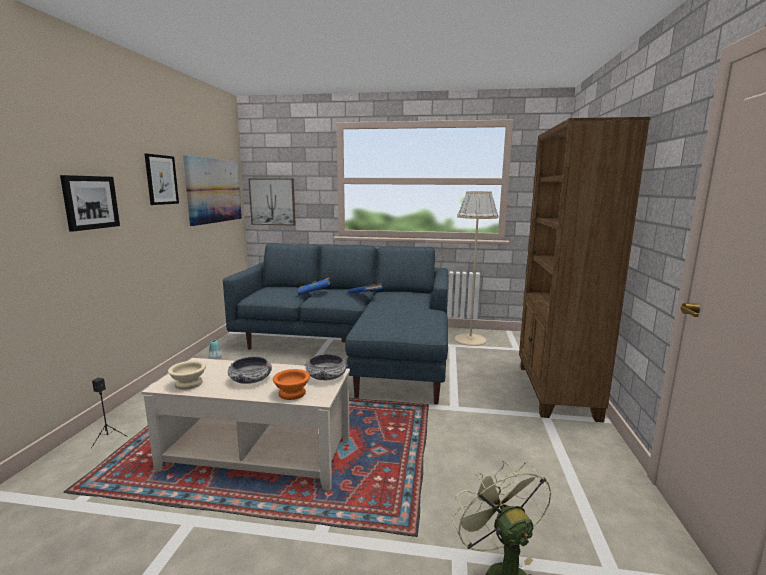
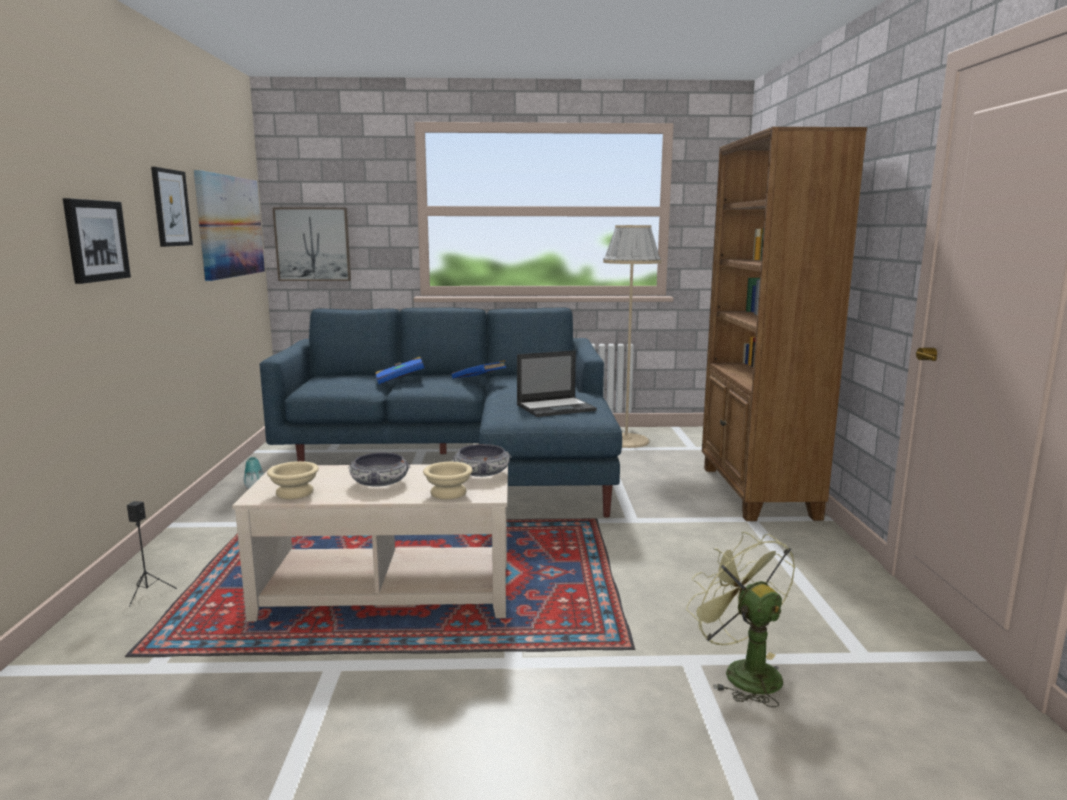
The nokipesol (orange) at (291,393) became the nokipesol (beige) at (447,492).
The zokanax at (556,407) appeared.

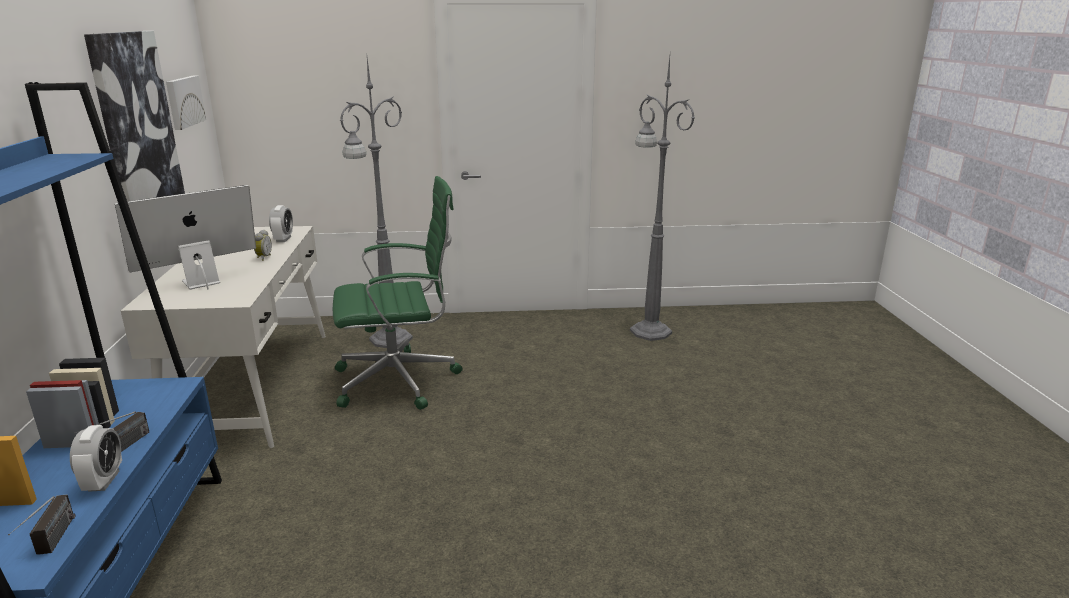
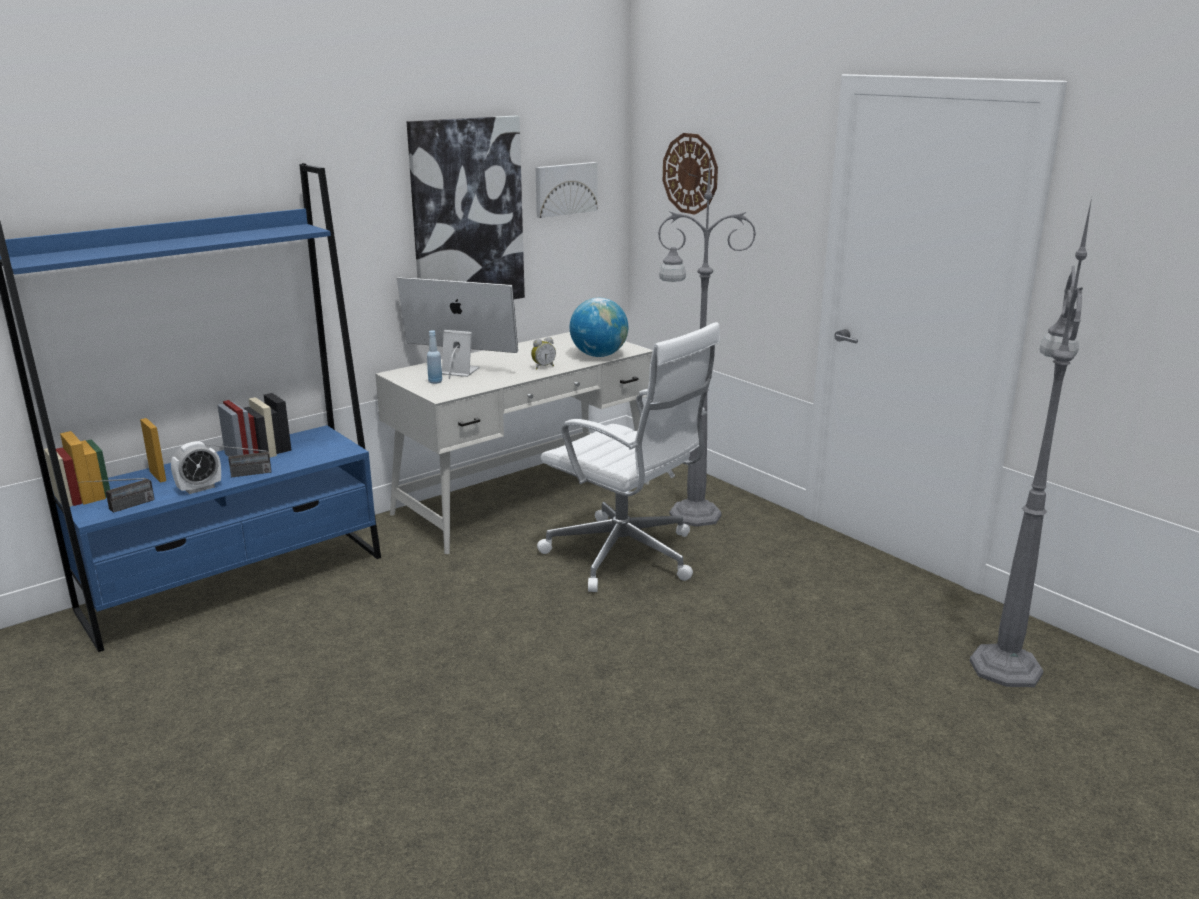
The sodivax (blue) at (435,382) appeared.
The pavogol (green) at (400,380) became the pavogol (white) at (626,556).
The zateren at (283,239) was replaced by the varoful at (599,355).
The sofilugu at (690,173) appeared.

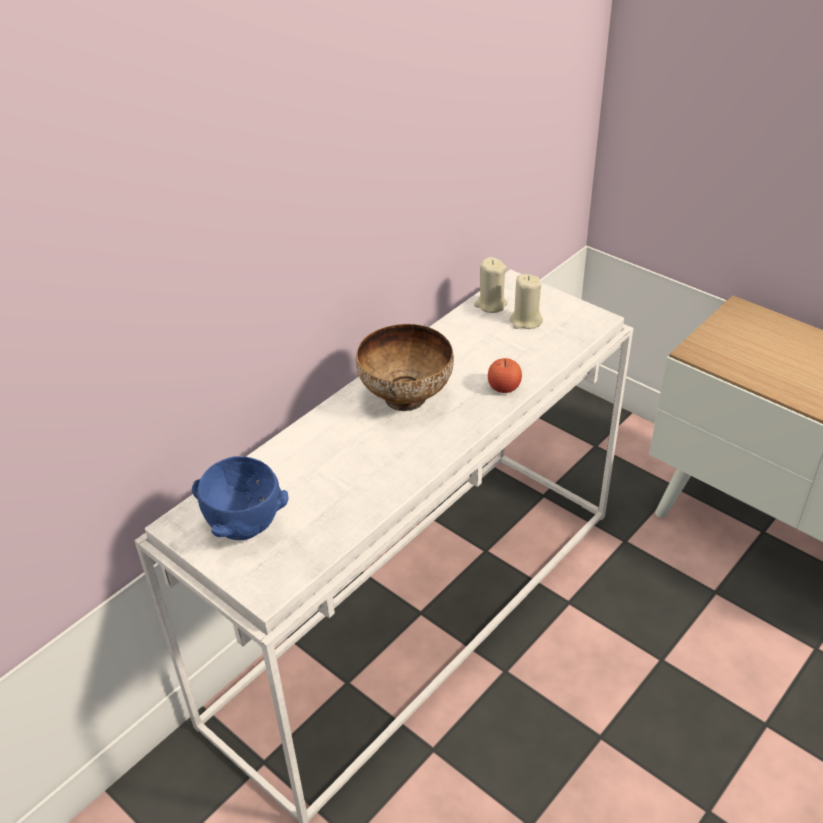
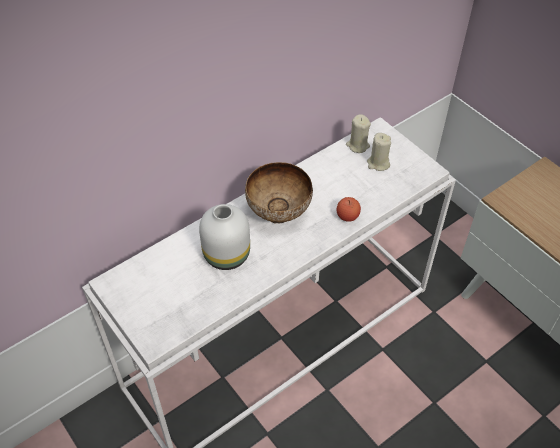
The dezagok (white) at (228,256) appeared.
The nokipesol (blue) at (244,529) disappeared.

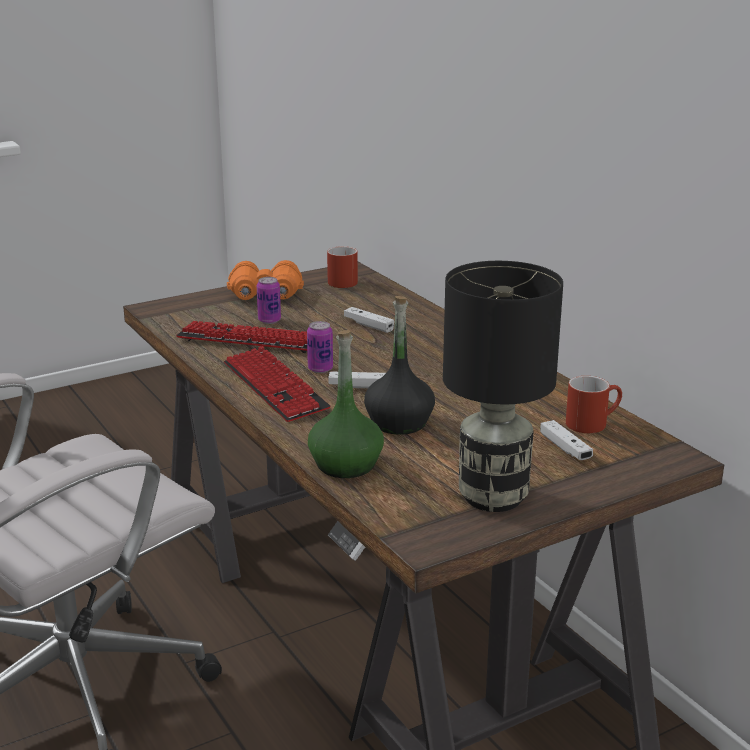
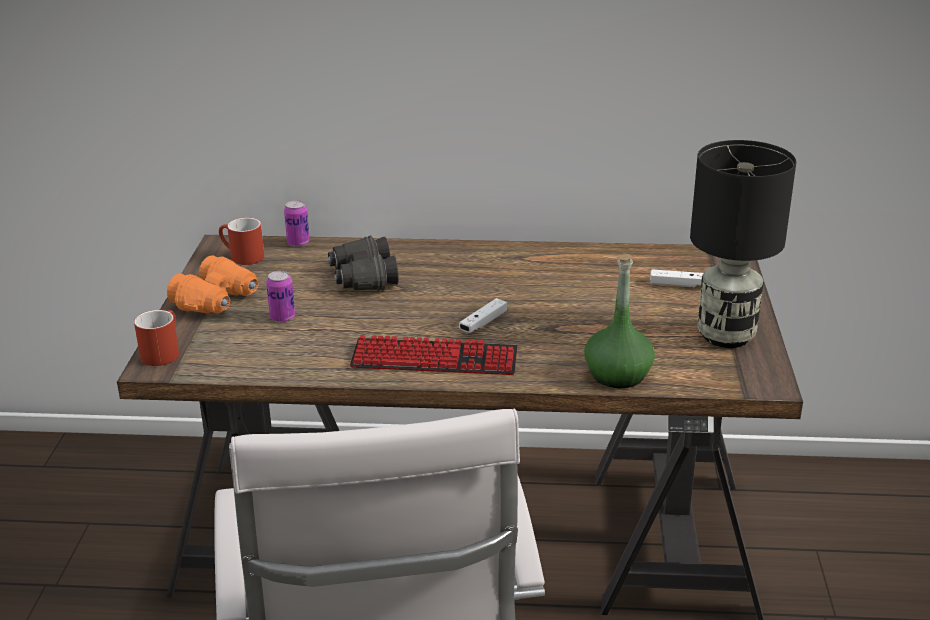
The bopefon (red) moved from (592,422) to (162,352).
The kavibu moved from (320,369) to (298,243).
The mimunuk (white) at (368,325) was replaced by the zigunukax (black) at (363,278).
The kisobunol at (251,340) disappeared.
The sodivax (black) at (399,423) disappeared.

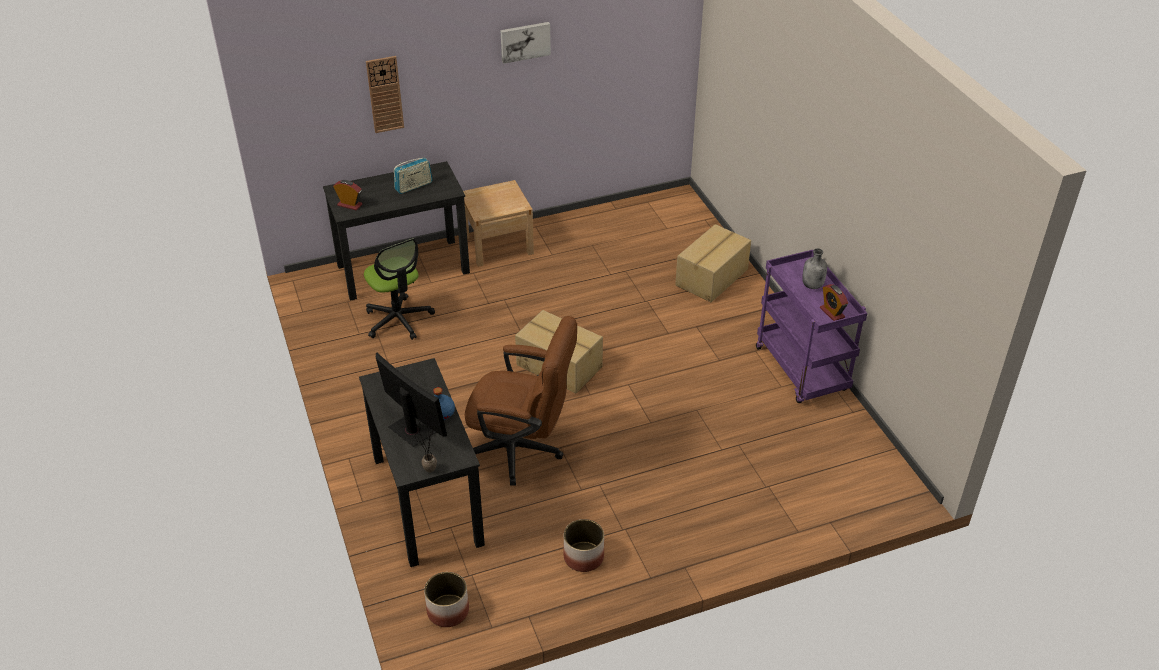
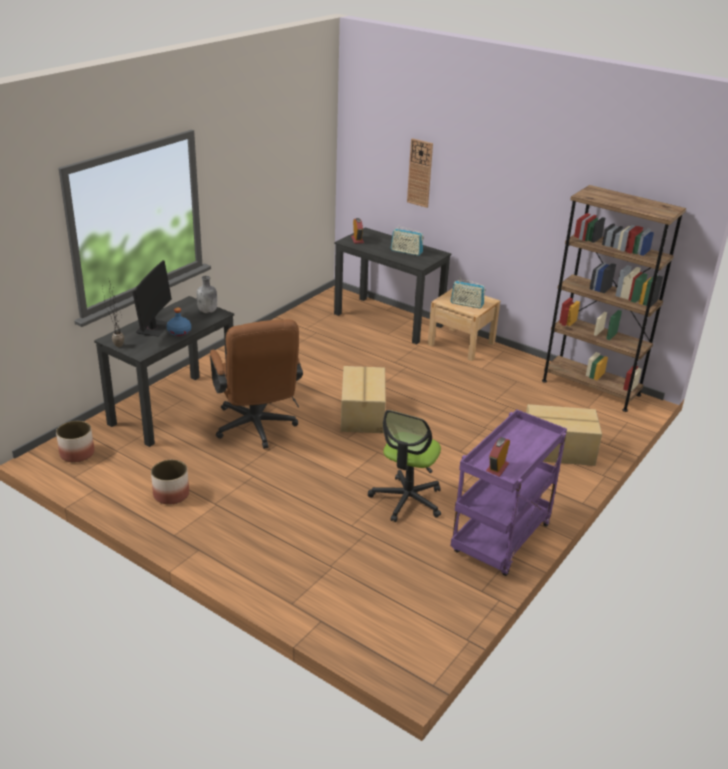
The sodivax (grey) moved from (813,285) to (208,311).
The pavogol moved from (398,320) to (407,500).
The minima at (467,304) appeared.
The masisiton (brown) at (591,388) appeared.
The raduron at (525,41) disappeared.

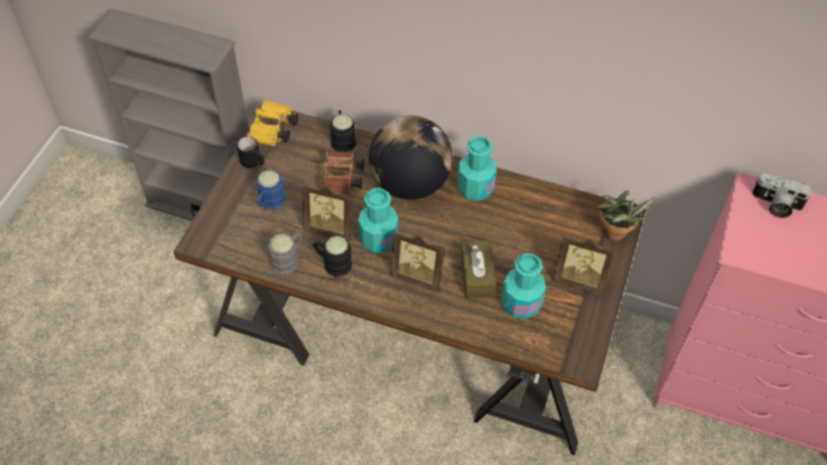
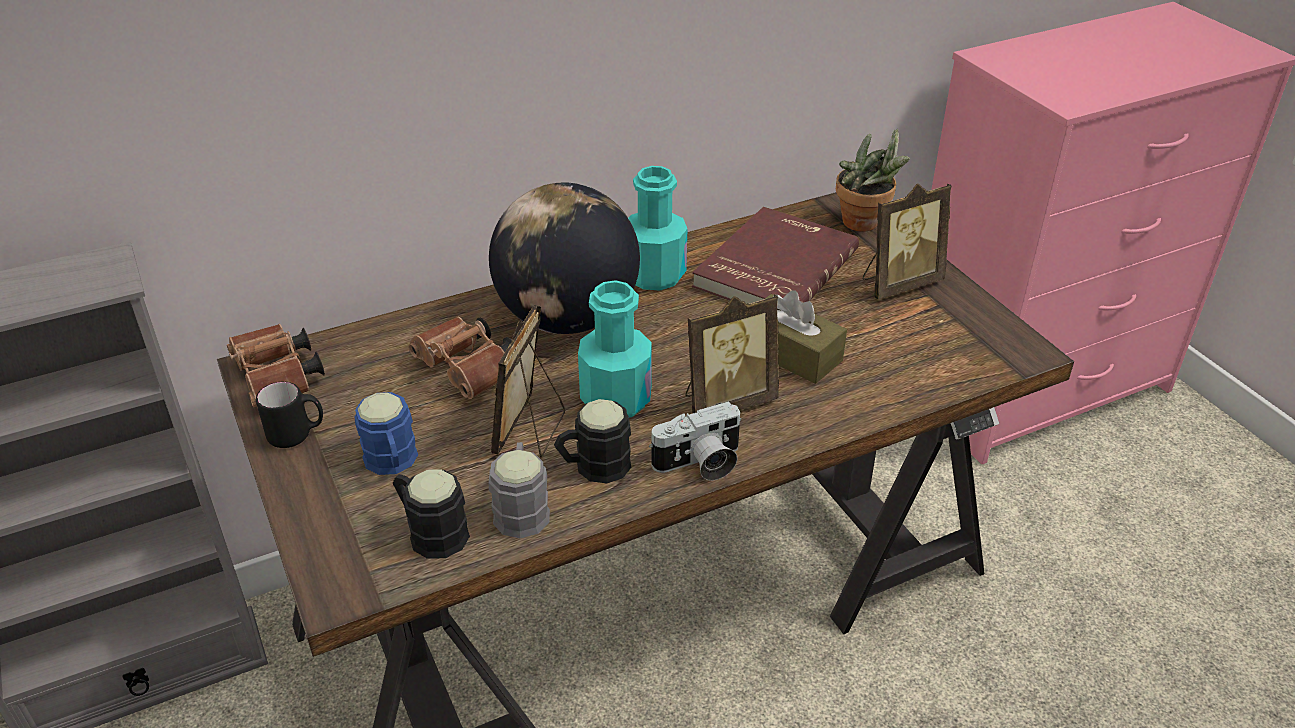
The zigunukax (yellow) at (273,131) became the zigunukax (brown) at (278,381).
The bopefon (black) moved from (342,138) to (431,531).
The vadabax at (331,228) turned 135 degrees clockwise.
The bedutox moved from (776,205) to (700,464).
The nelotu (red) at (773,268) appeared.
The sodivax (turquoise) at (521,303) disappeared.

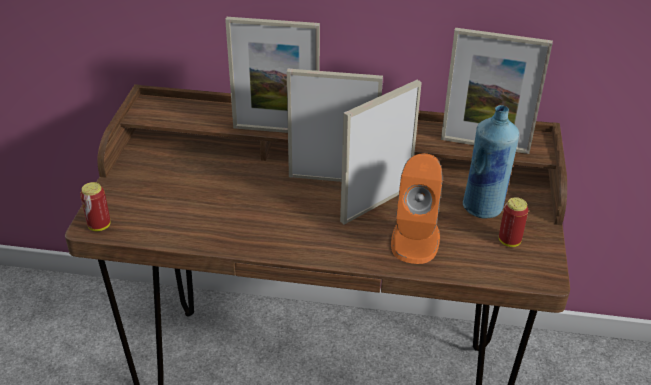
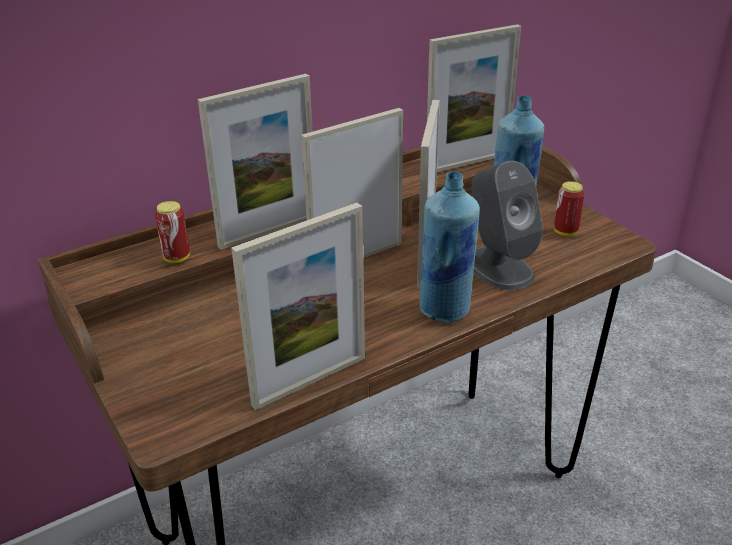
The kavibu moved from (99,226) to (177,258).
The vadabax at (310,381) appeared.
The sodivax (blue) at (445,310) appeared.
The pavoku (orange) at (415,239) became the pavoku (grey) at (498,268).

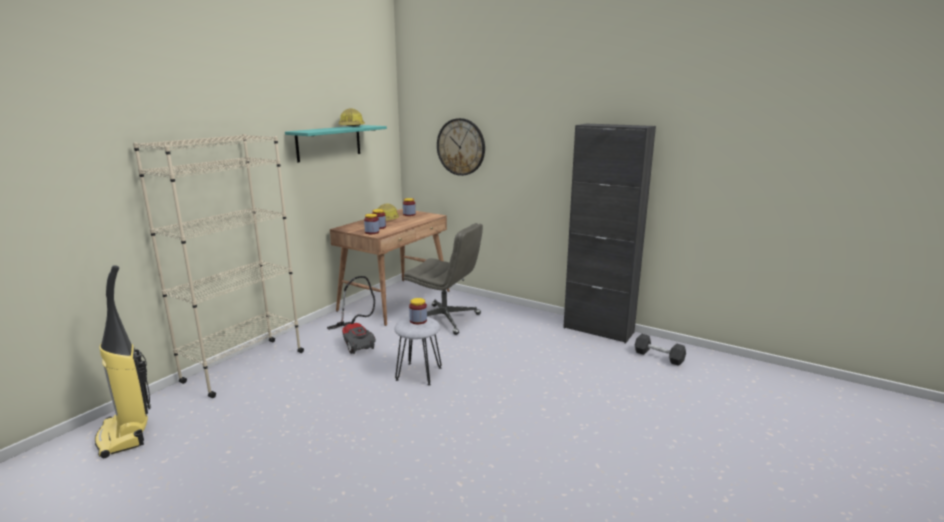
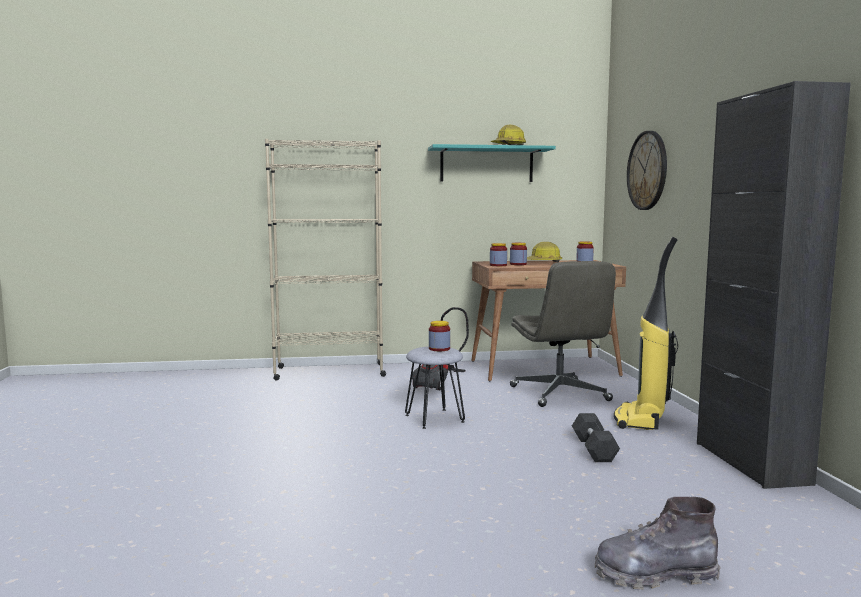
The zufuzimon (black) moved from (658,357) to (594,449).
The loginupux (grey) at (654,574) appeared.
The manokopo moved from (126,435) to (641,420).

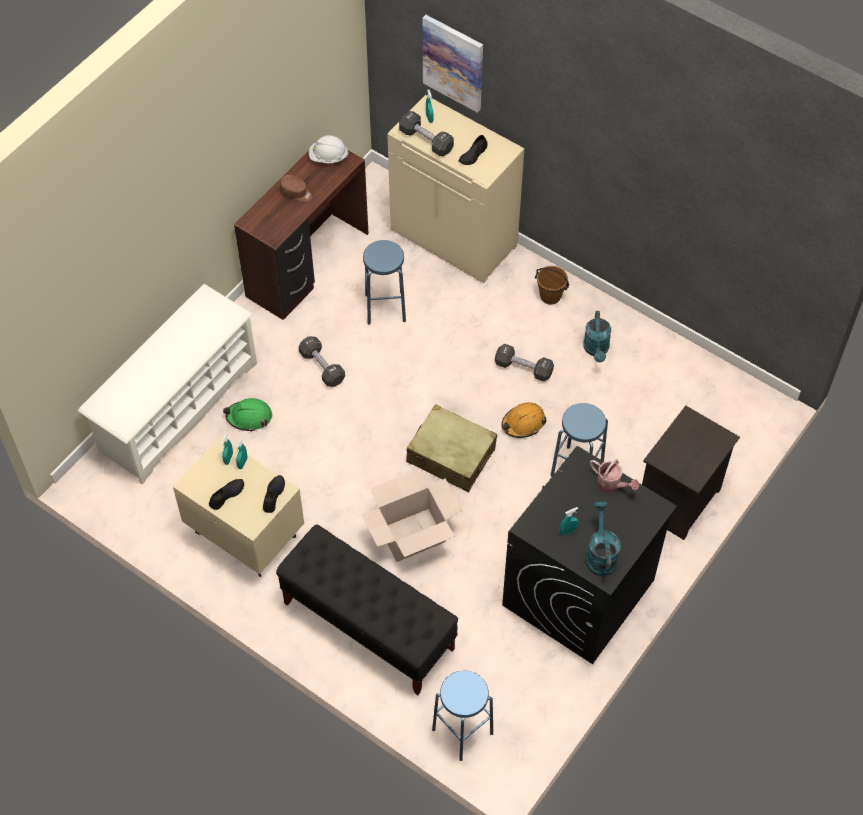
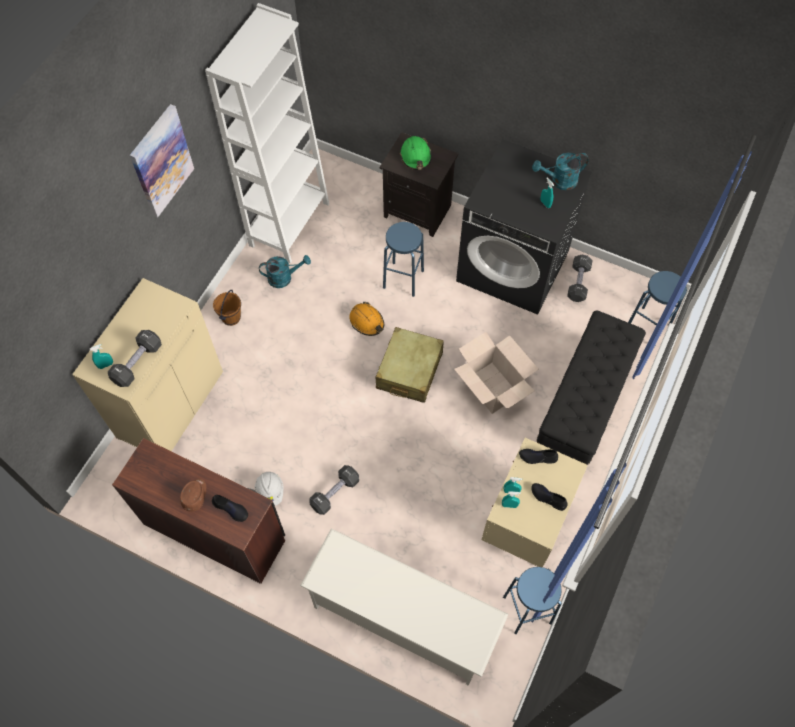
The raduron moved from (453,62) to (161,161).
The masisiton (white) at (289,224) appeared.
The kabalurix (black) moved from (473,155) to (231,509).
The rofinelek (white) moved from (328,157) to (270,491).
The rofinelek (green) moved from (249,417) to (416,157).
The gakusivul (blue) moved from (385,308) to (527,610).
The zufuzimon (black) moved from (523,368) to (578,283).
The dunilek at (611,484) disappeared.

